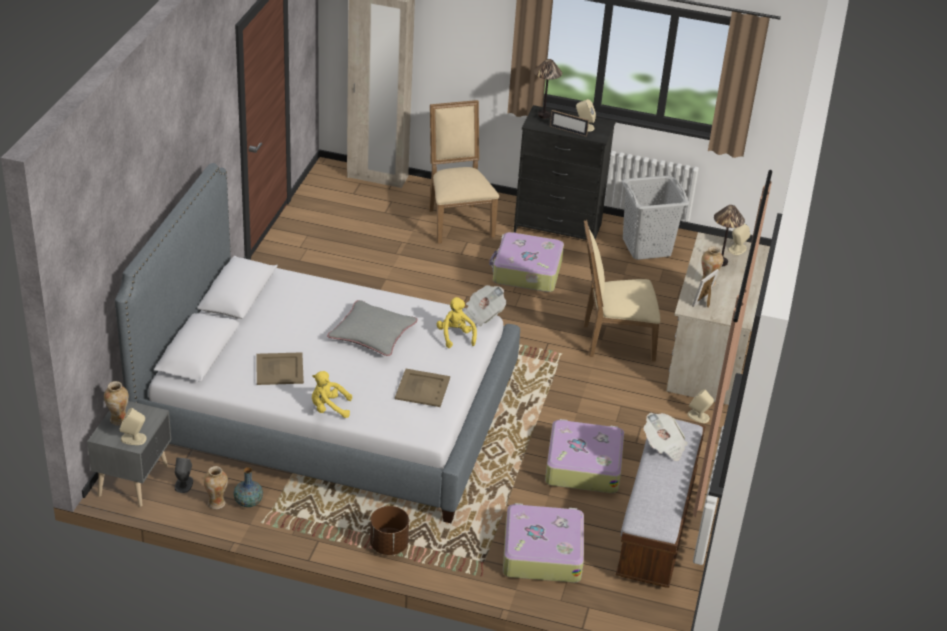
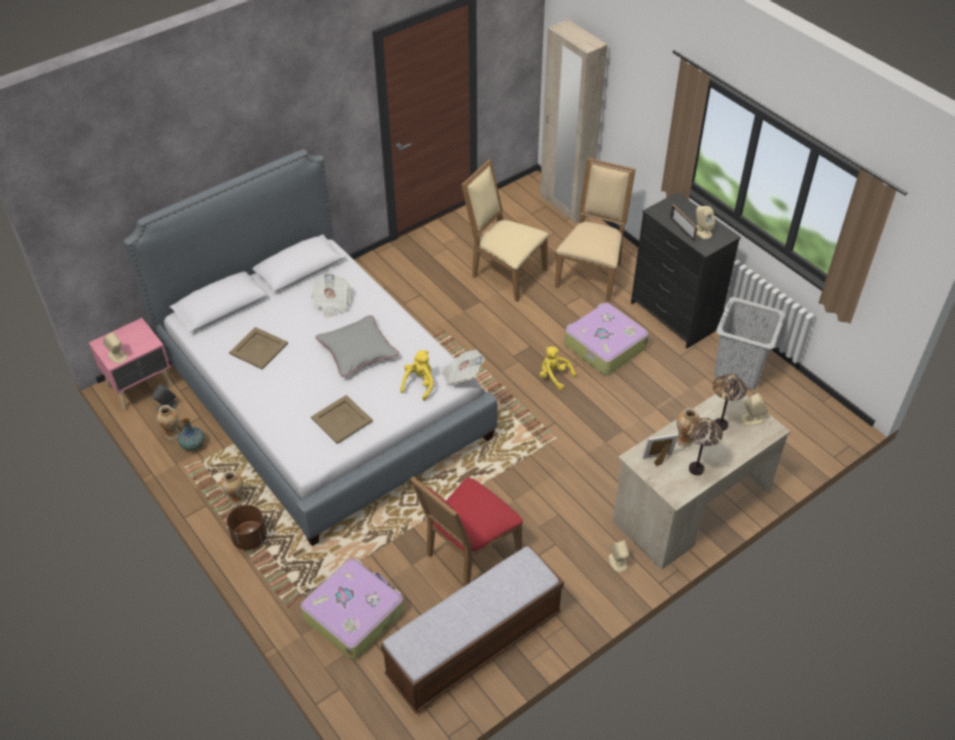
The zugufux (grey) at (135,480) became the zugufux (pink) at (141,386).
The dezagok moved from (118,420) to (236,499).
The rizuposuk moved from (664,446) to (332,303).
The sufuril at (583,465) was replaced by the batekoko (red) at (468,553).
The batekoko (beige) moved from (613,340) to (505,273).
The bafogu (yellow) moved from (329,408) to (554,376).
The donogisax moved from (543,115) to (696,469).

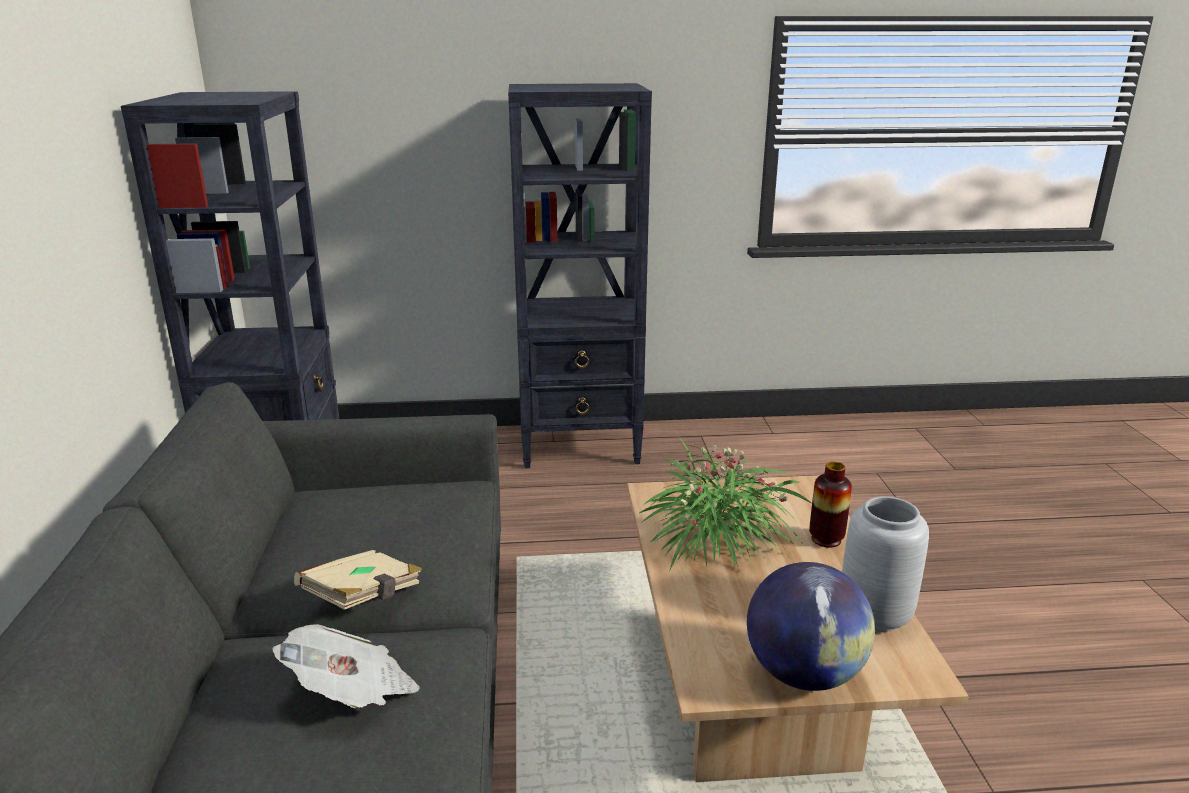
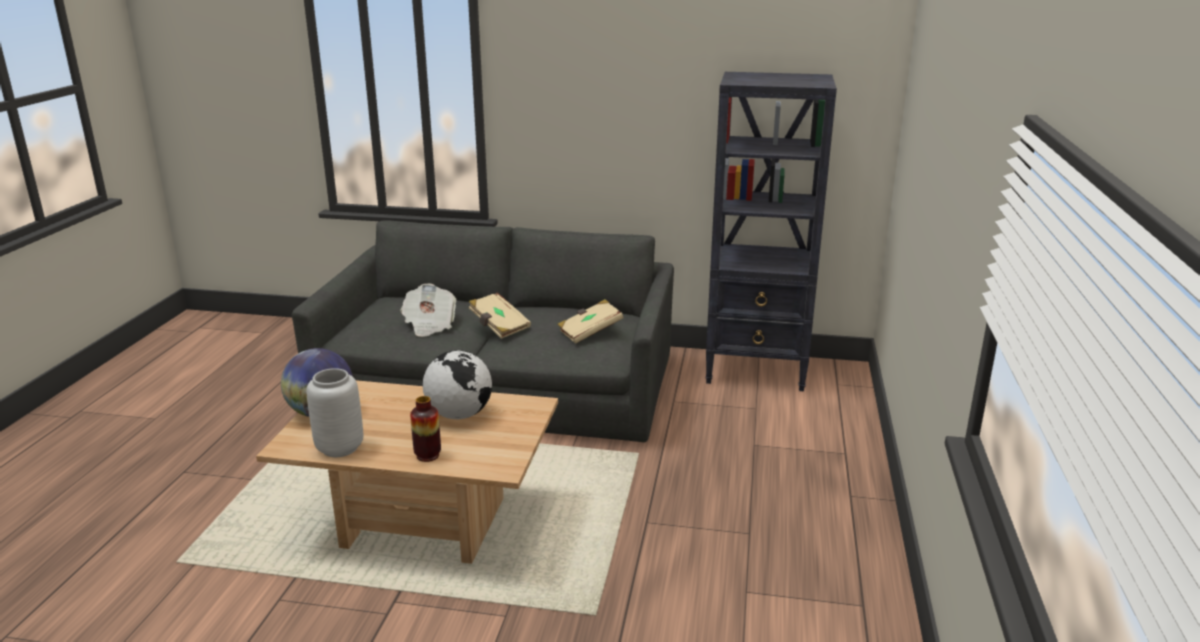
The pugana at (716,541) was replaced by the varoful at (459,415).
The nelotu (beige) at (589,332) appeared.
The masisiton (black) at (581,446) disappeared.

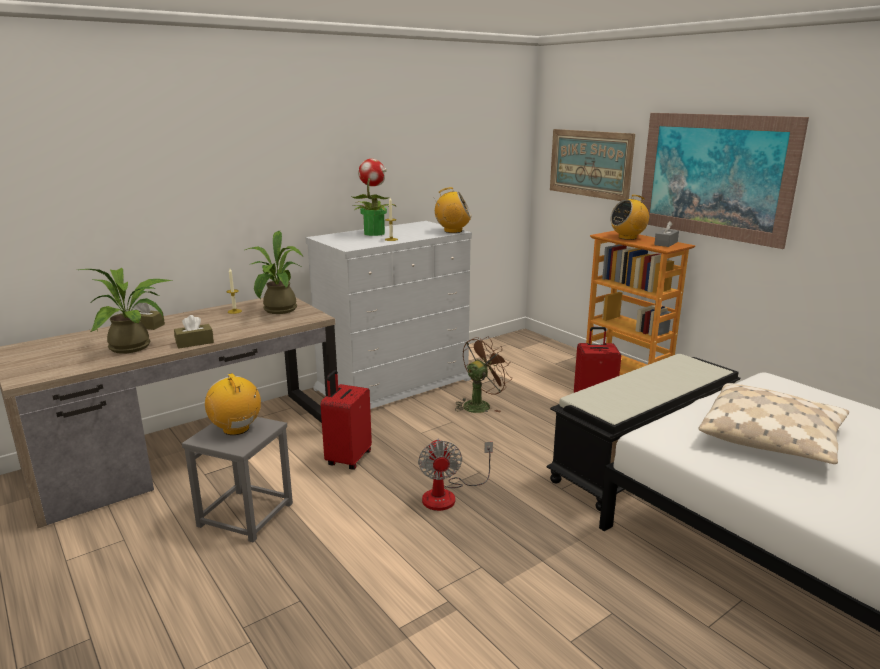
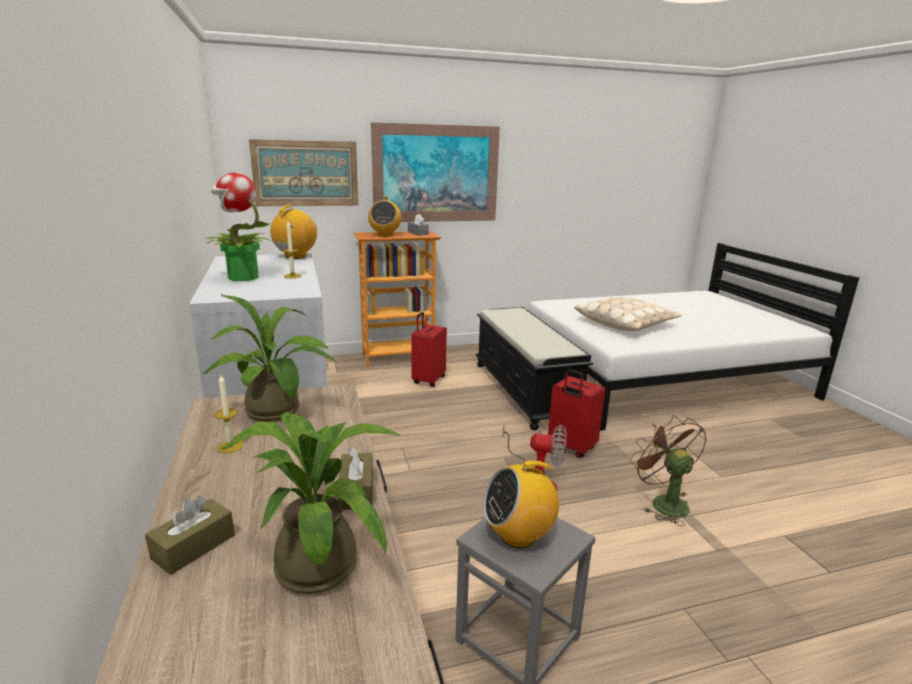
The sufuril (red) moved from (348,459) to (570,448).
The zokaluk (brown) moved from (480,405) to (663,502).

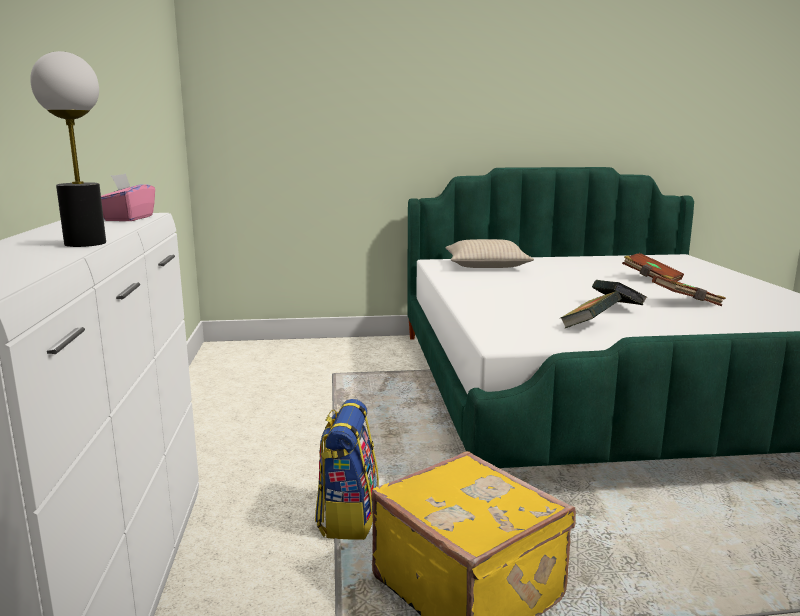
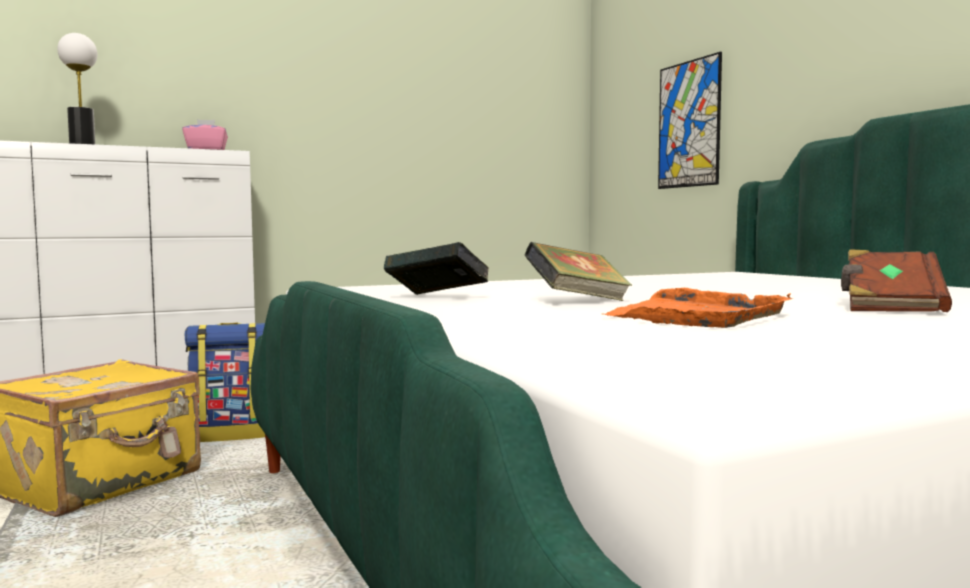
The nelotu (brown) at (687,303) was replaced by the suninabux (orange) at (696,316).
The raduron at (689,124) appeared.
The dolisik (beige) at (486,265) disappeared.

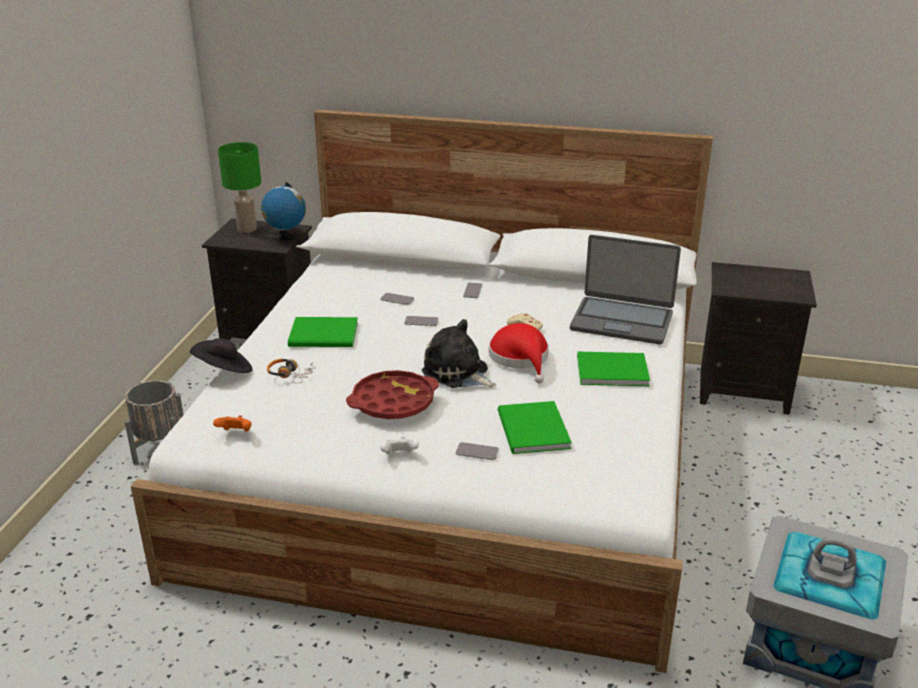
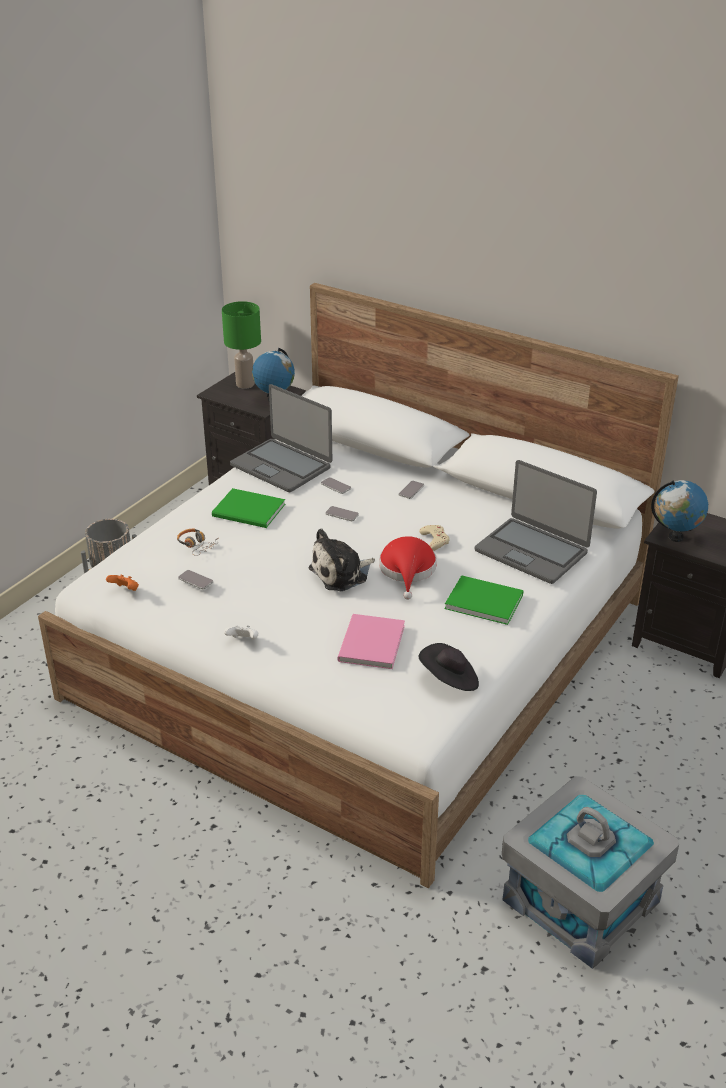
The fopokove moved from (477,452) to (195,580).
The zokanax at (282,466) appeared.
The bafogu at (458,373) turned 90 degrees counterclockwise.
The nelotu (green) at (531,431) became the nelotu (pink) at (369,644).
The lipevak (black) moved from (224,371) to (449,680).
The varoful at (675,537) appeared.
The suninabux (red) at (393,402) disappeared.

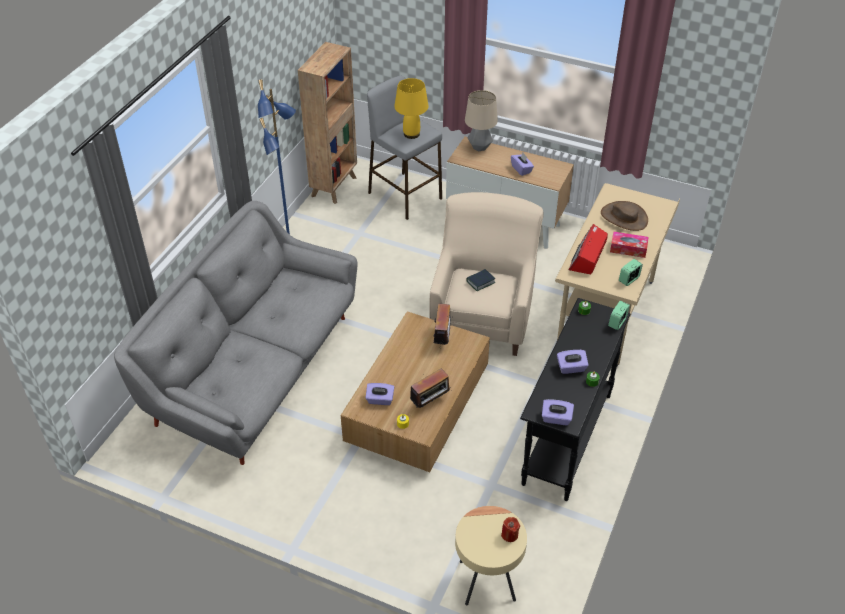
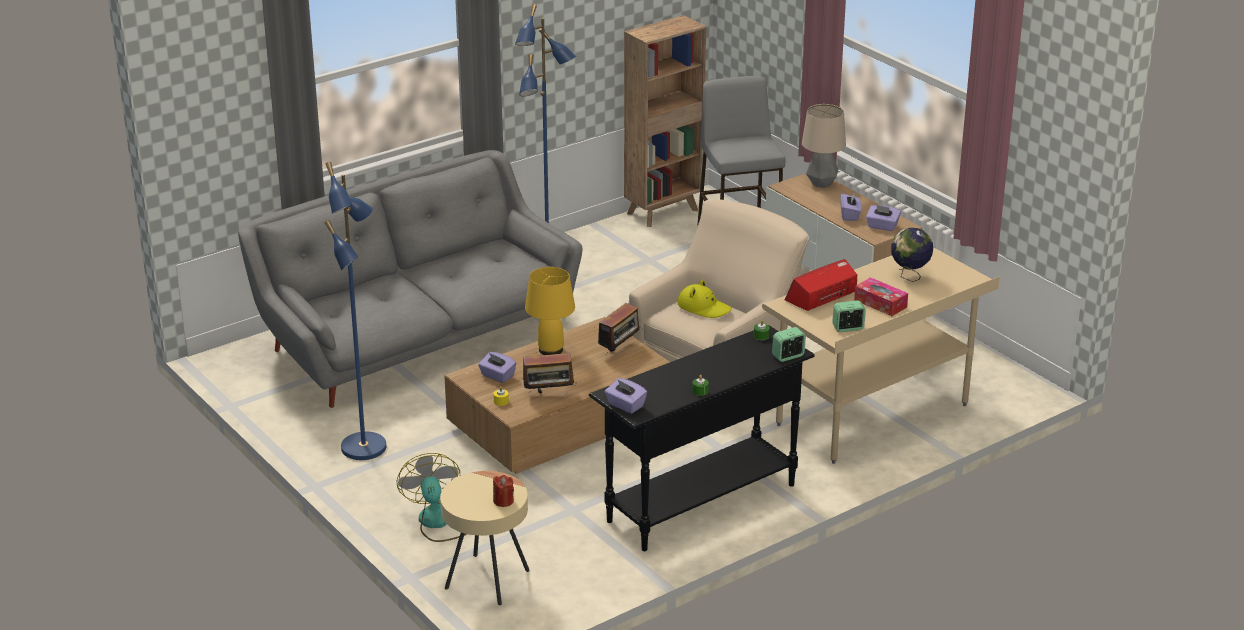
The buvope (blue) at (365,448) appeared.
The zokaluk at (440,522) appeared.
The donogisax (yellow) moved from (411,134) to (551,350).
The nelotu at (480,282) was replaced by the lipevak (yellow) at (704,307).
The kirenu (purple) moved from (571,368) to (882,226).
The lipevak (brown) at (624,217) was replaced by the varoful at (909,277).

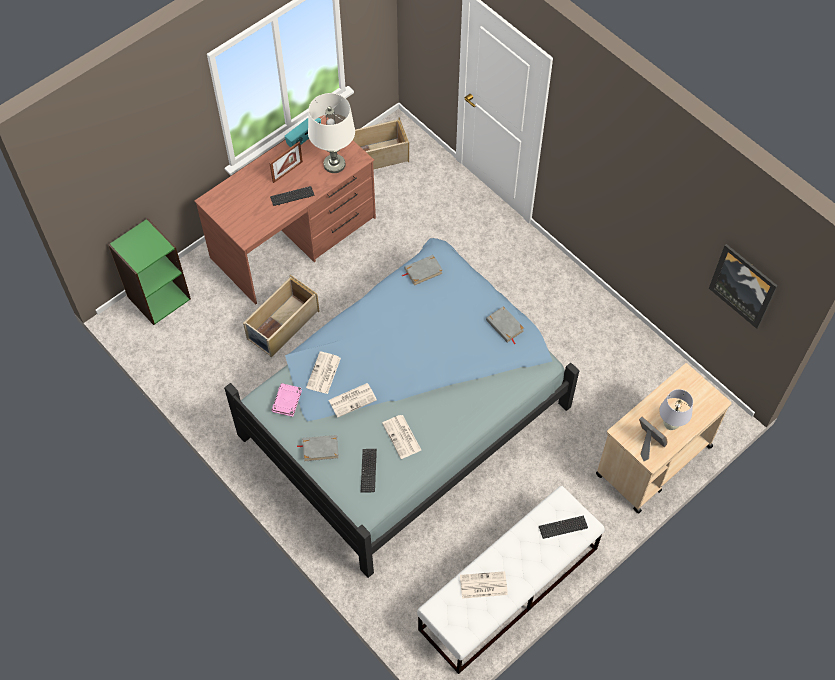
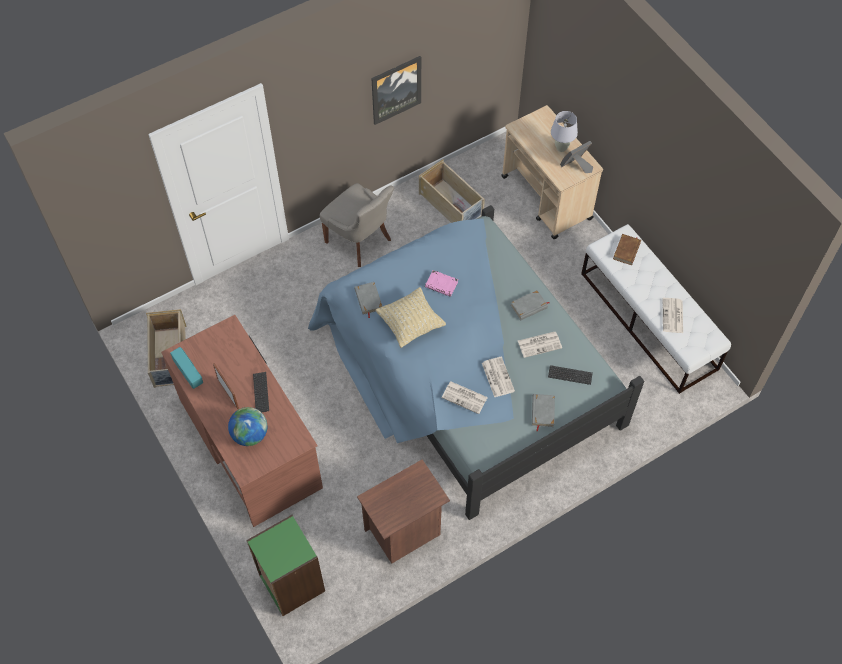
The varoful at (250,434) appeared.
The batekoko (grey) at (360,241) appeared.
The zugufux (brown) at (404,532) appeared.
The raduron moved from (743,285) to (396,89).
The dolisik (beige) at (410,324) appeared.
The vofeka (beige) moved from (282,325) to (451,205).
The nelotu (pink) moved from (287,401) to (441,285).
The nelotu (grey) moved from (504,326) to (529,307).
The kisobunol at (563,527) was replaced by the nelotu (brown) at (627,251).
The donogisax (white) at (334,164) disappeared.

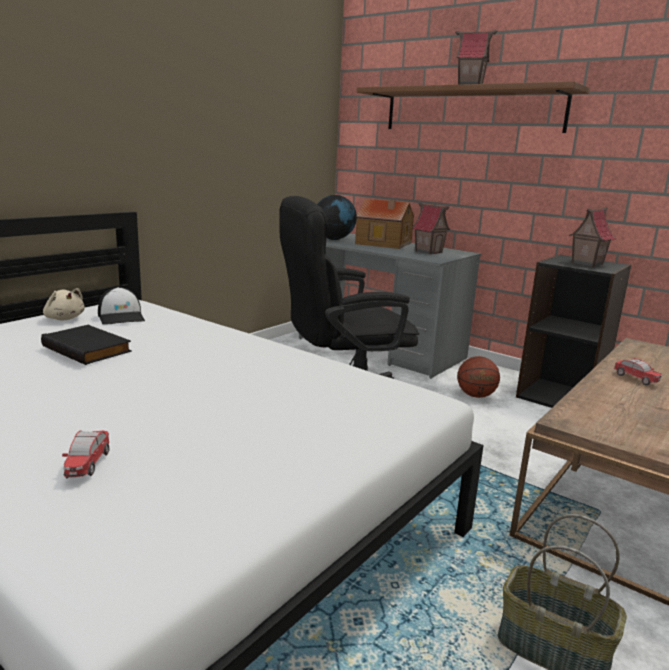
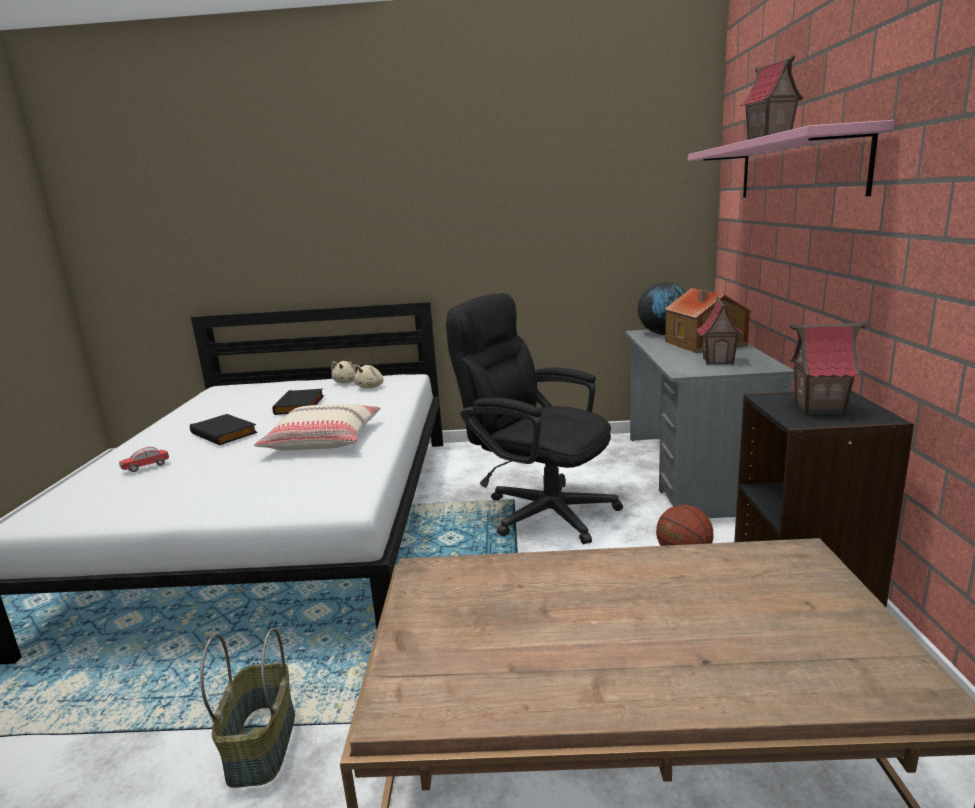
The nelotu (black) at (225,433) appeared.
The dolisik (beige) at (323,440) appeared.
The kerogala at (122,317) was replaced by the bafogu (beige) at (371,387).
The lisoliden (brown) at (471,110) became the lisoliden (pink) at (797,168).
The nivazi at (635,379) disappeared.

